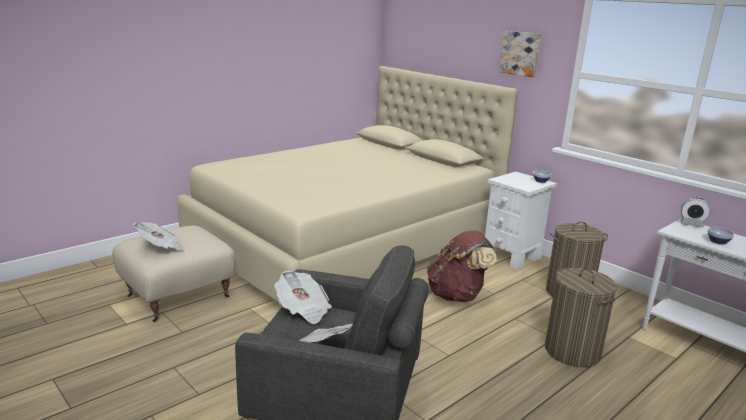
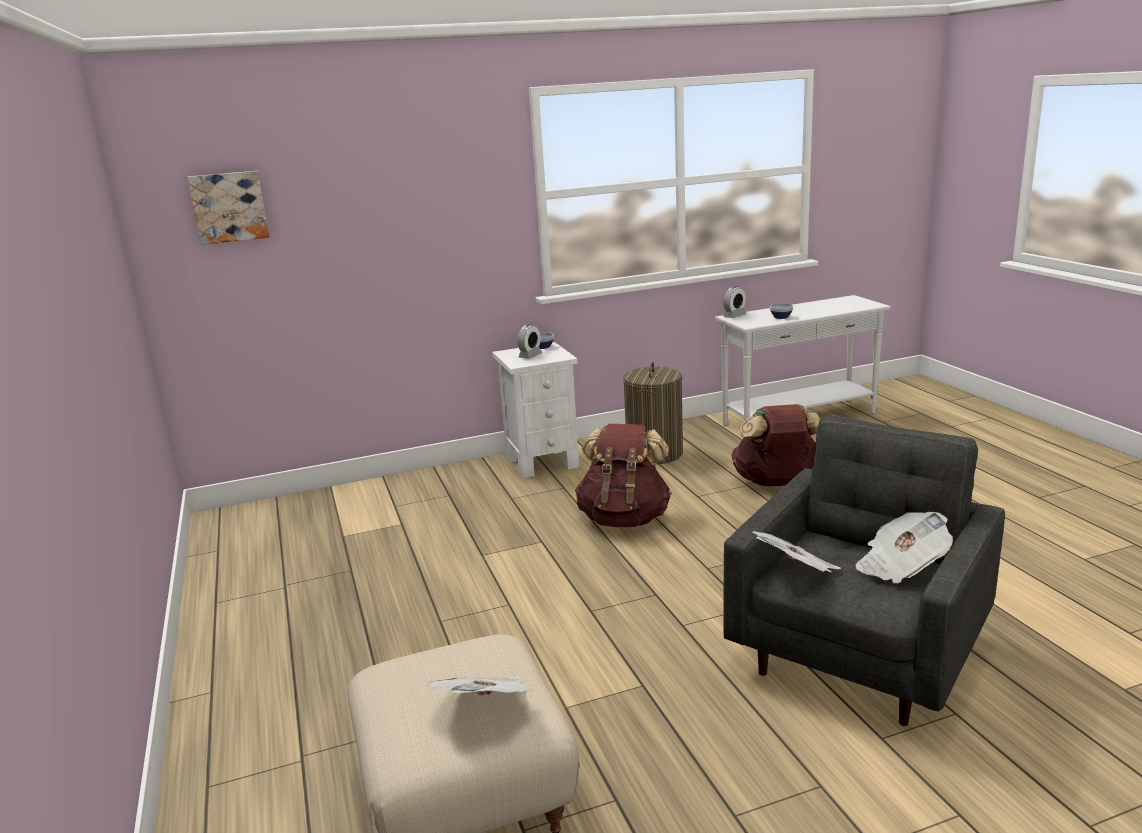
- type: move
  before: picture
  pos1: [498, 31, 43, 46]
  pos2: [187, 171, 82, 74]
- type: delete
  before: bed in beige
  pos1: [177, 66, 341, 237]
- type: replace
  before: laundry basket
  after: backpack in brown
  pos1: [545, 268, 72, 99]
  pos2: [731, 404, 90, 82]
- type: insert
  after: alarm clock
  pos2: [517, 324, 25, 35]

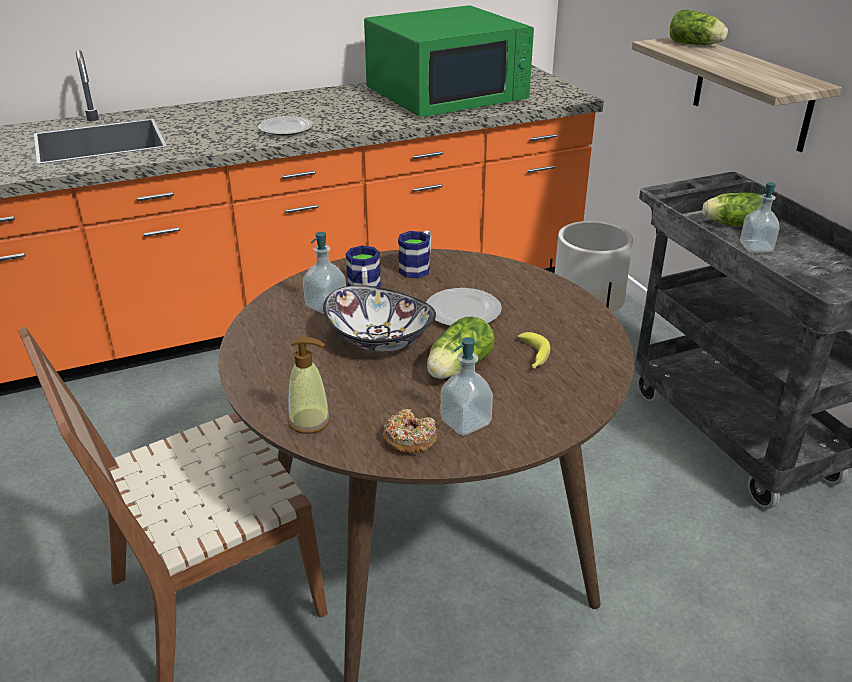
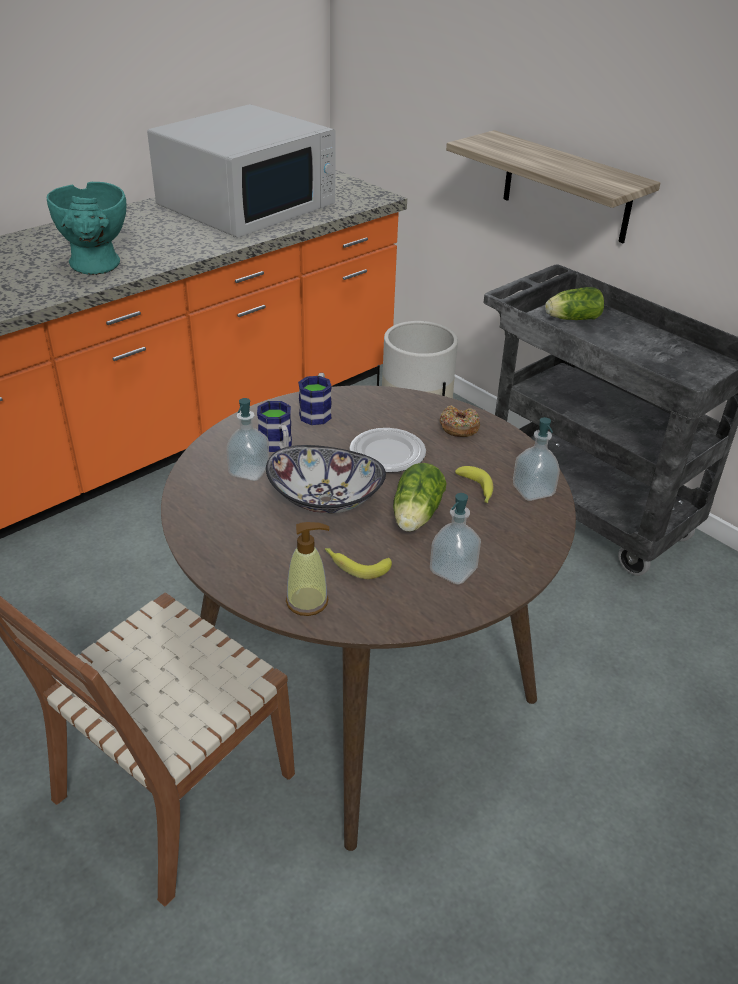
- type: recolor
  before: microwave in green
  after: microwave in white
  pos1: [364, 5, 170, 112]
  pos2: [147, 104, 188, 134]
- type: delete
  before: lettuce
  pos1: [670, 10, 58, 35]
- type: replace
  before: plate
  after: vase in turquoise
  pos1: [258, 116, 55, 20]
  pos2: [47, 182, 79, 93]
- type: move
  before: soap dispenser
  pos1: [740, 182, 40, 70]
  pos2: [513, 417, 47, 84]
- type: move
  before: donut
  pos1: [383, 409, 54, 46]
  pos2: [440, 405, 40, 32]
- type: insert
  after: banana
  pos2: [325, 548, 67, 31]

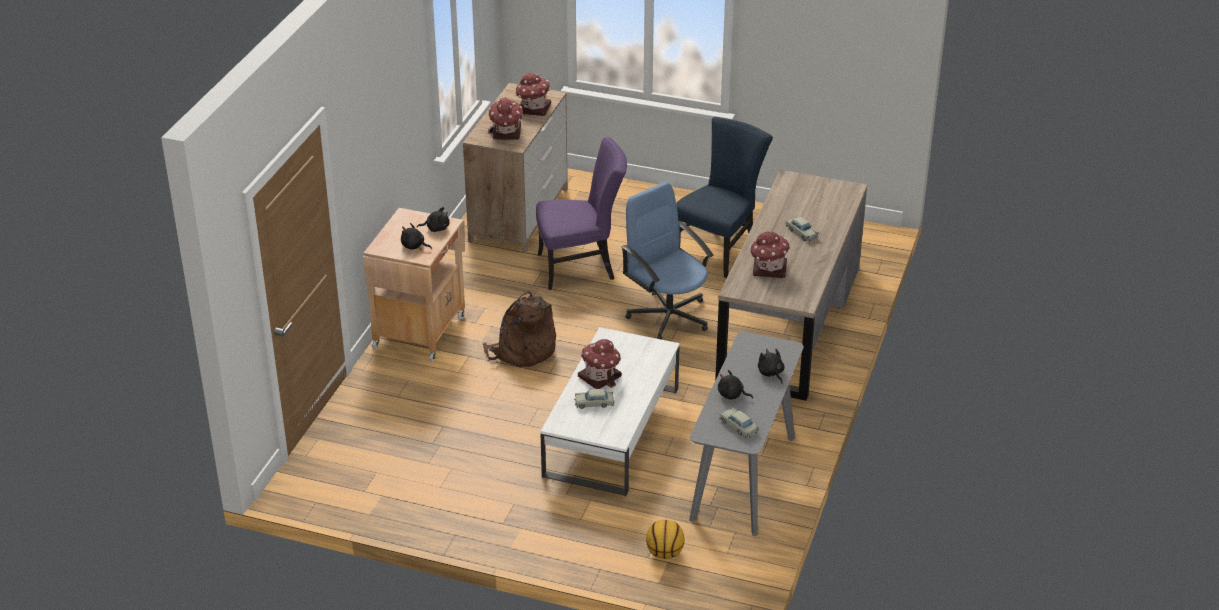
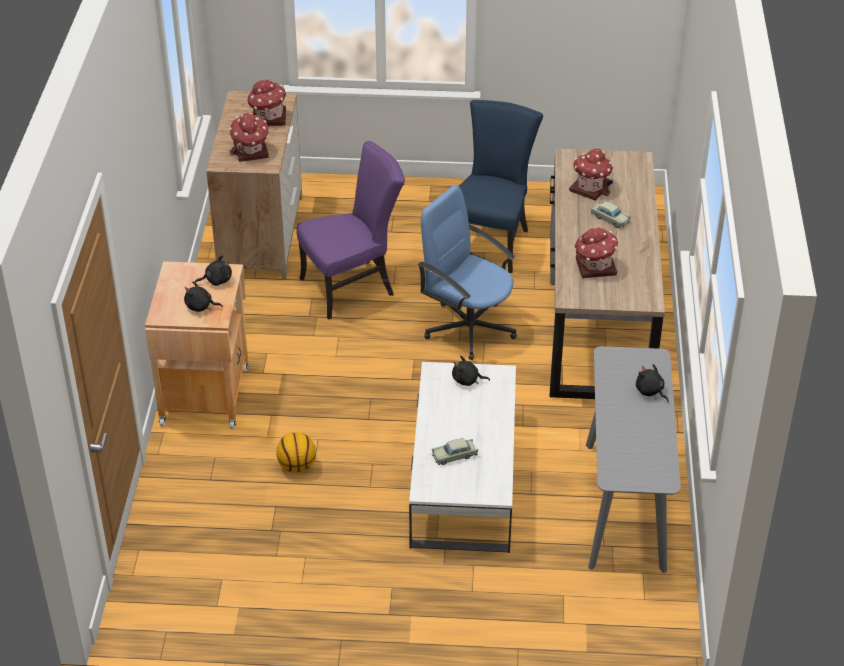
- type: delete
  before: backpack in brown
  pos1: [483, 291, 73, 76]
- type: move
  before: toy house
  pos1: [578, 339, 44, 50]
  pos2: [569, 148, 44, 52]
- type: move
  before: plush toy in black
  pos1: [718, 370, 35, 30]
  pos2: [452, 356, 38, 30]
- type: delete
  before: toy car in beige
  pos1: [719, 407, 40, 31]
- type: move
  before: basketball
  pos1: [646, 520, 39, 39]
  pos2: [276, 432, 40, 41]

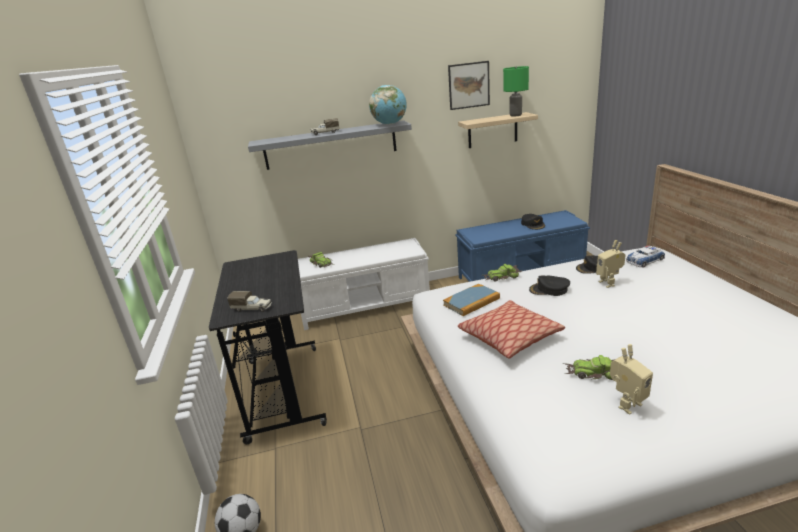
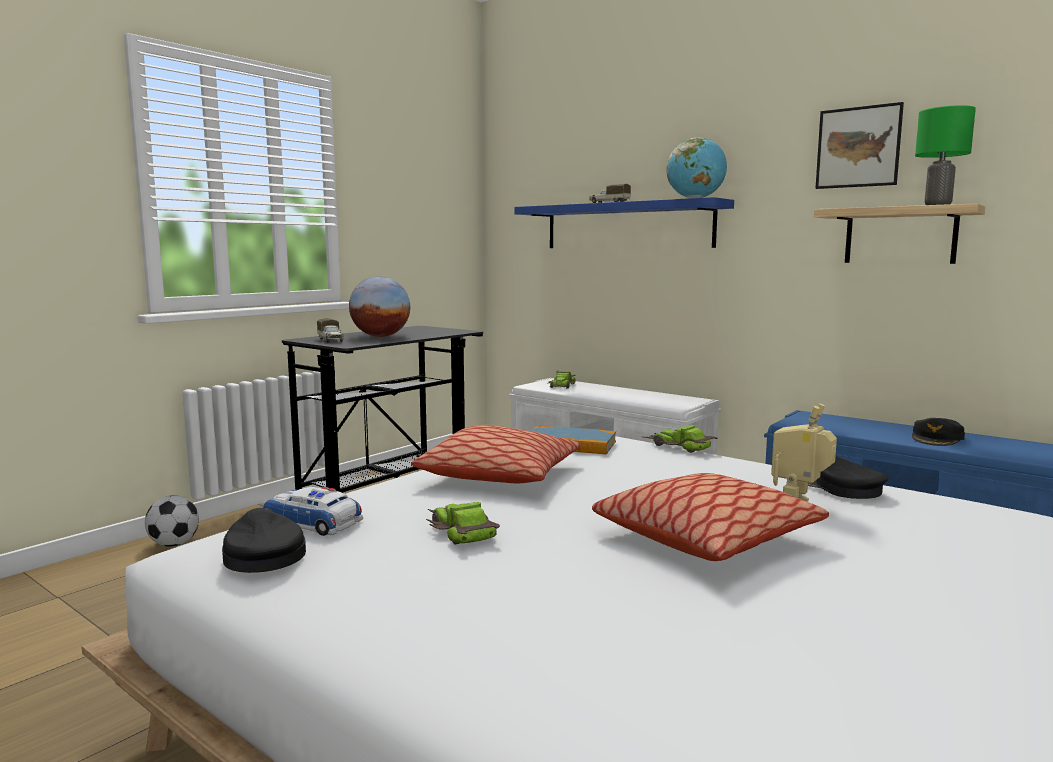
- type: recolor
  before: shelf in grey
  after: shelf in blue
  pos1: [248, 120, 164, 50]
  pos2: [515, 197, 219, 51]
- type: move
  before: toy car
  pos1: [626, 245, 39, 22]
  pos2: [262, 487, 101, 49]
- type: move
  before: cap in black
  pos1: [529, 276, 41, 20]
  pos2: [222, 508, 84, 65]
- type: delete
  before: toy robot
  pos1: [610, 344, 43, 70]
- type: insert
  after: globe
  pos2: [349, 276, 61, 61]
- type: insert
  after: pillow
  pos2: [592, 473, 237, 88]

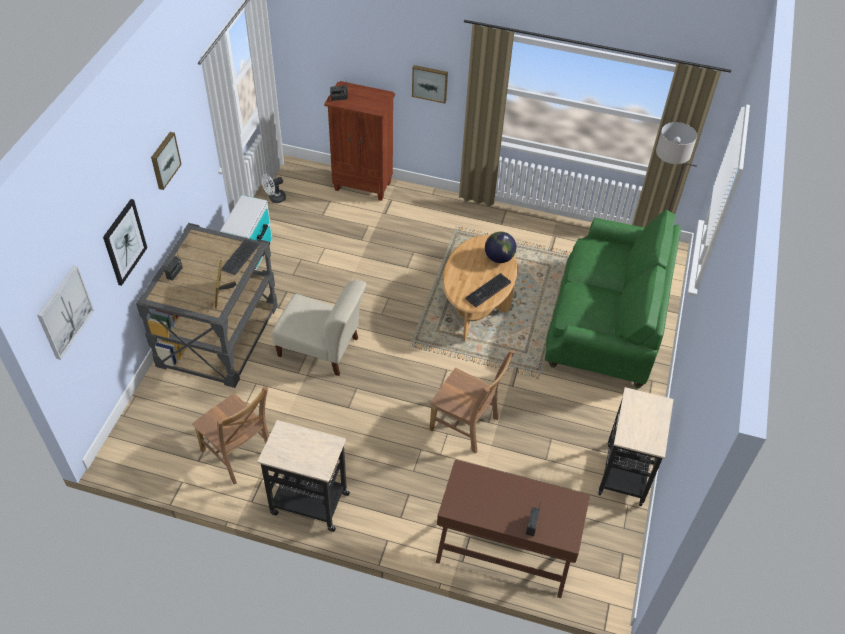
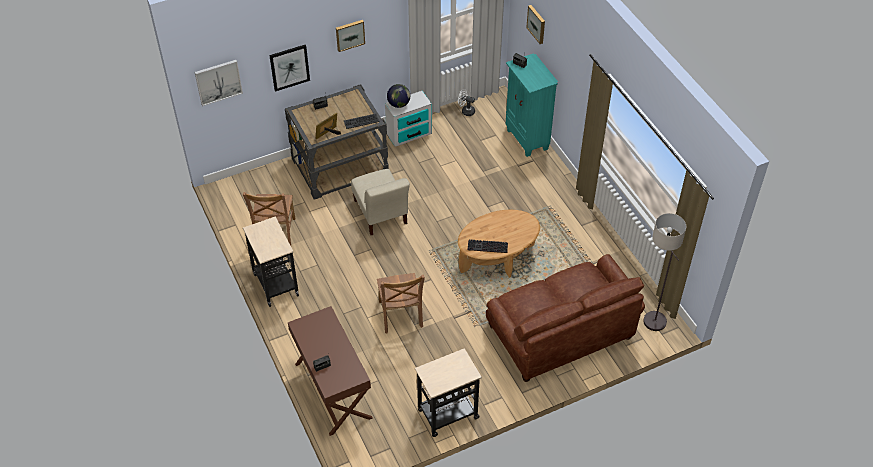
- type: move
  before: picture
  pos1: [412, 65, 36, 39]
  pos2: [526, 5, 19, 39]
- type: recolor
  before: cabinet in brown
  after: cabinet in turquoise
  pos1: [324, 81, 71, 120]
  pos2: [506, 53, 52, 104]
- type: recolor
  before: sofa in green
  after: sofa in brown
  pos1: [545, 210, 136, 179]
  pos2: [486, 254, 159, 128]
- type: move
  before: globe
  pos1: [485, 232, 31, 31]
  pos2: [387, 84, 23, 24]

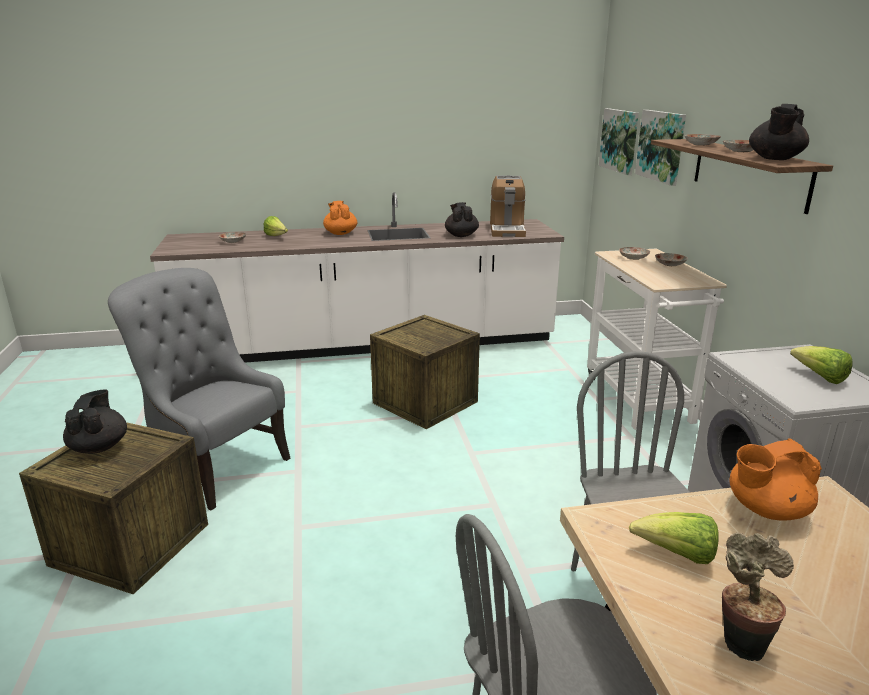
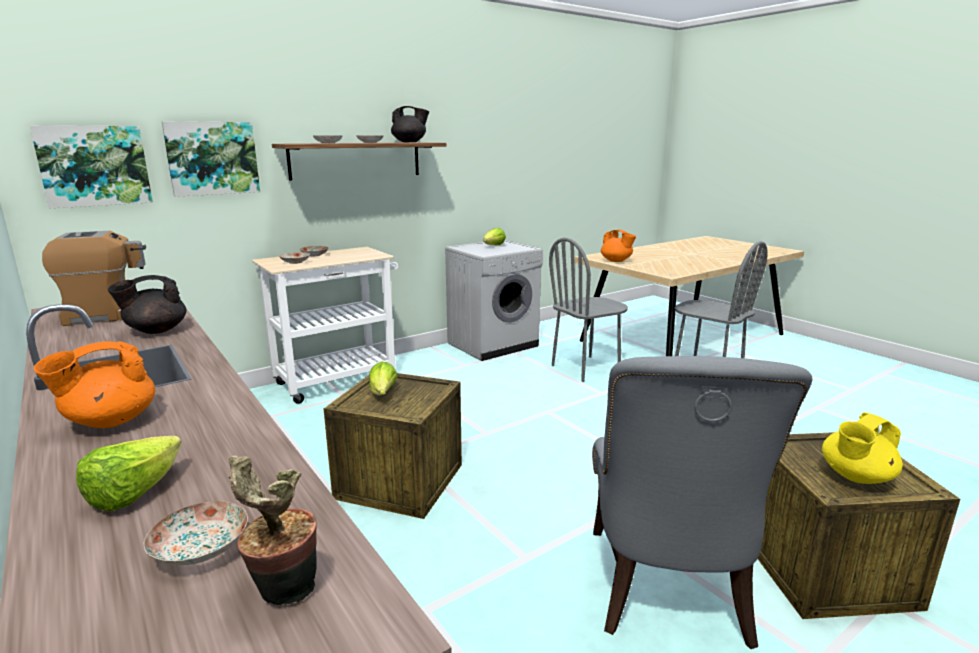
- type: recolor
  before: teapot in black
  after: teapot in yellow
  pos1: [63, 389, 64, 65]
  pos2: [822, 412, 81, 72]
- type: move
  before: lettuce
  pos1: [629, 512, 90, 52]
  pos2: [369, 362, 29, 33]
- type: move
  before: potted plant
  pos1: [722, 533, 72, 128]
  pos2: [229, 455, 88, 150]

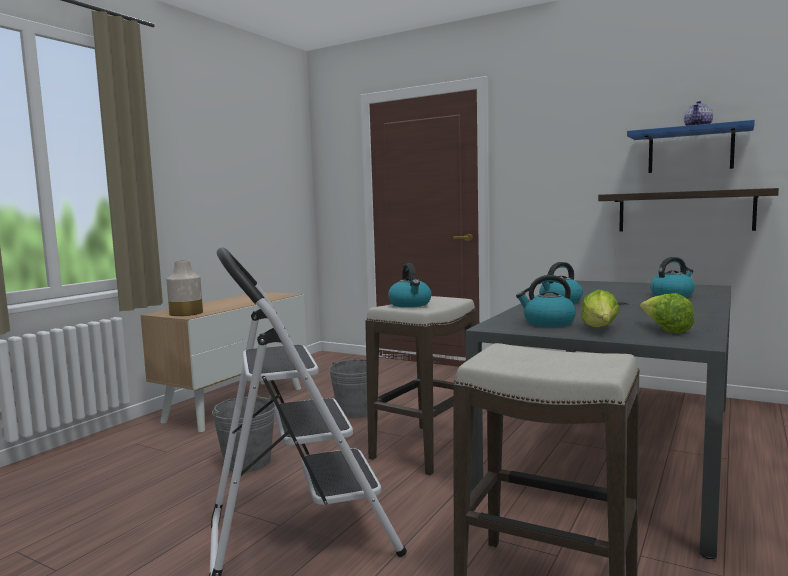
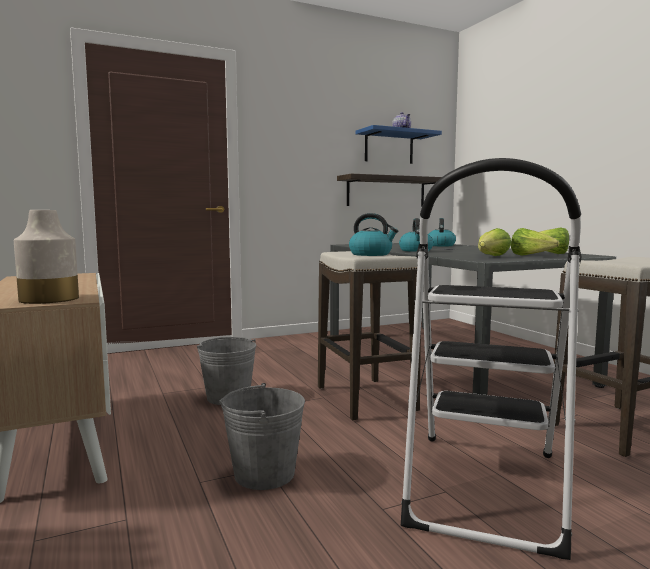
- type: replace
  before: kettle
  after: lettuce
  pos1: [516, 275, 60, 52]
  pos2: [478, 228, 33, 28]

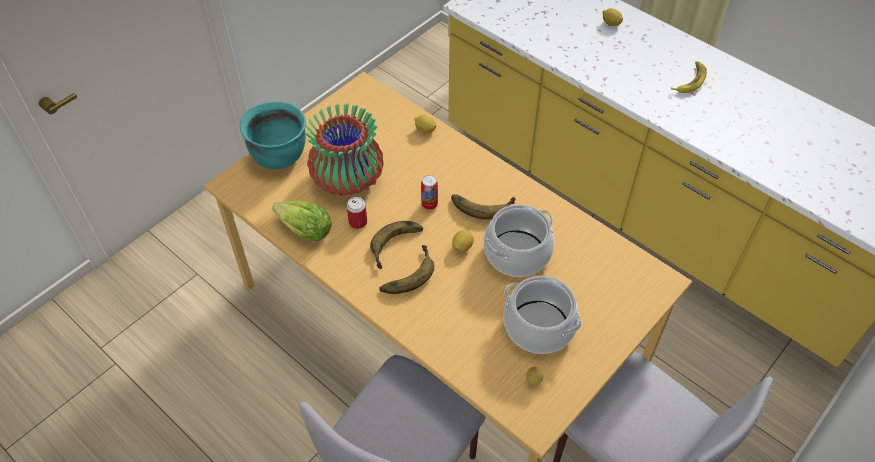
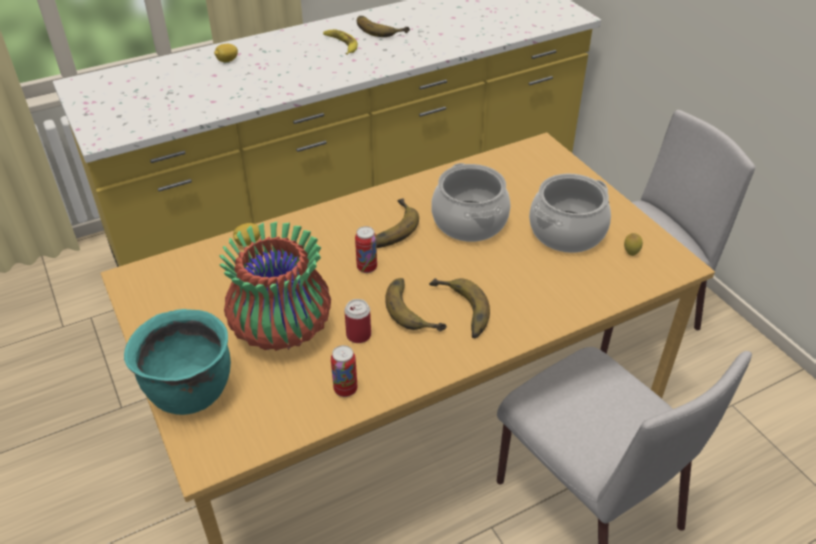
- type: replace
  before: lettuce
  after: can
  pos1: [272, 200, 60, 41]
  pos2: [331, 345, 26, 52]
- type: delete
  before: lemon
  pos1: [452, 230, 22, 23]
- type: insert
  after: banana
  pos2: [357, 16, 53, 21]

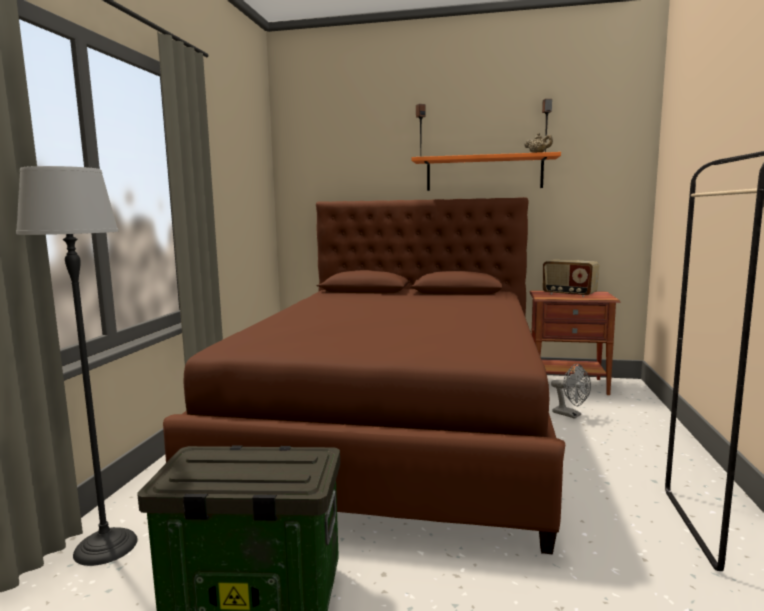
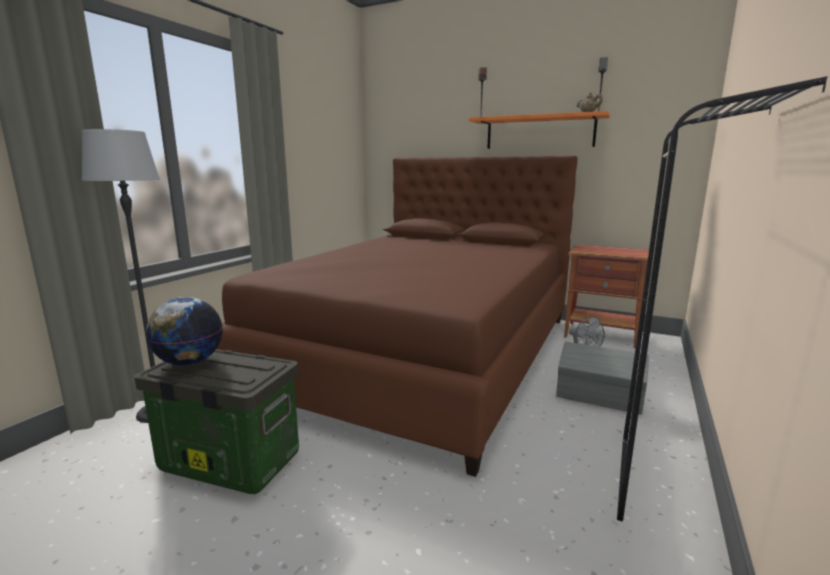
- type: delete
  before: radio
  pos1: [543, 260, 56, 37]
- type: insert
  after: globe
  pos2: [146, 297, 77, 69]
- type: insert
  after: storage box in grey
  pos2: [556, 342, 93, 73]

